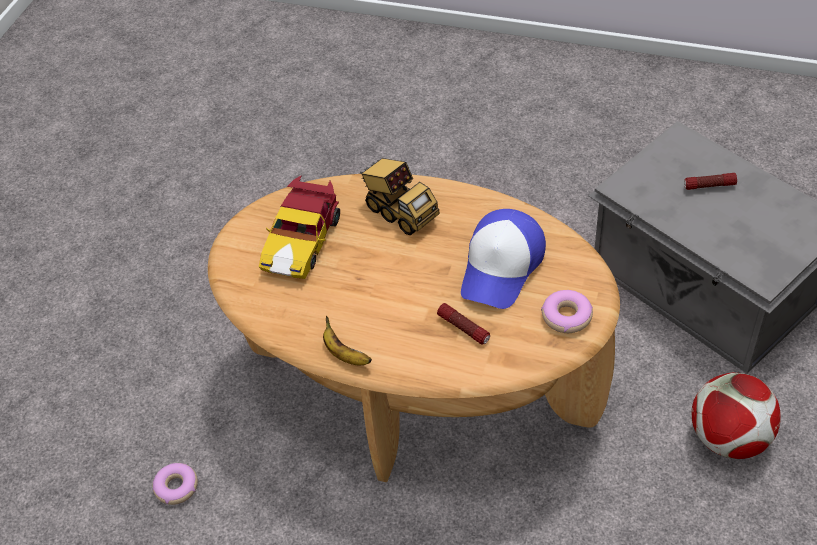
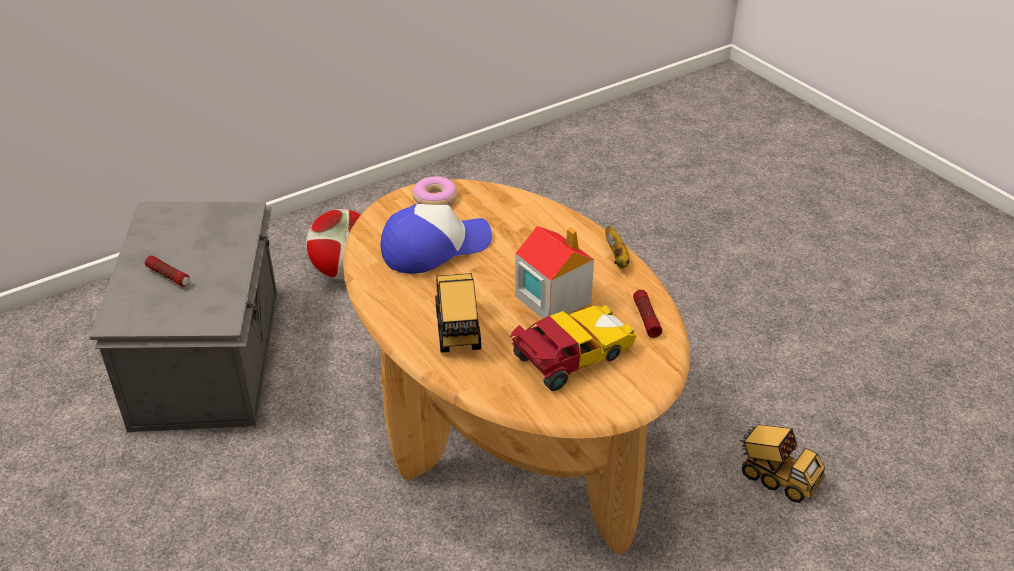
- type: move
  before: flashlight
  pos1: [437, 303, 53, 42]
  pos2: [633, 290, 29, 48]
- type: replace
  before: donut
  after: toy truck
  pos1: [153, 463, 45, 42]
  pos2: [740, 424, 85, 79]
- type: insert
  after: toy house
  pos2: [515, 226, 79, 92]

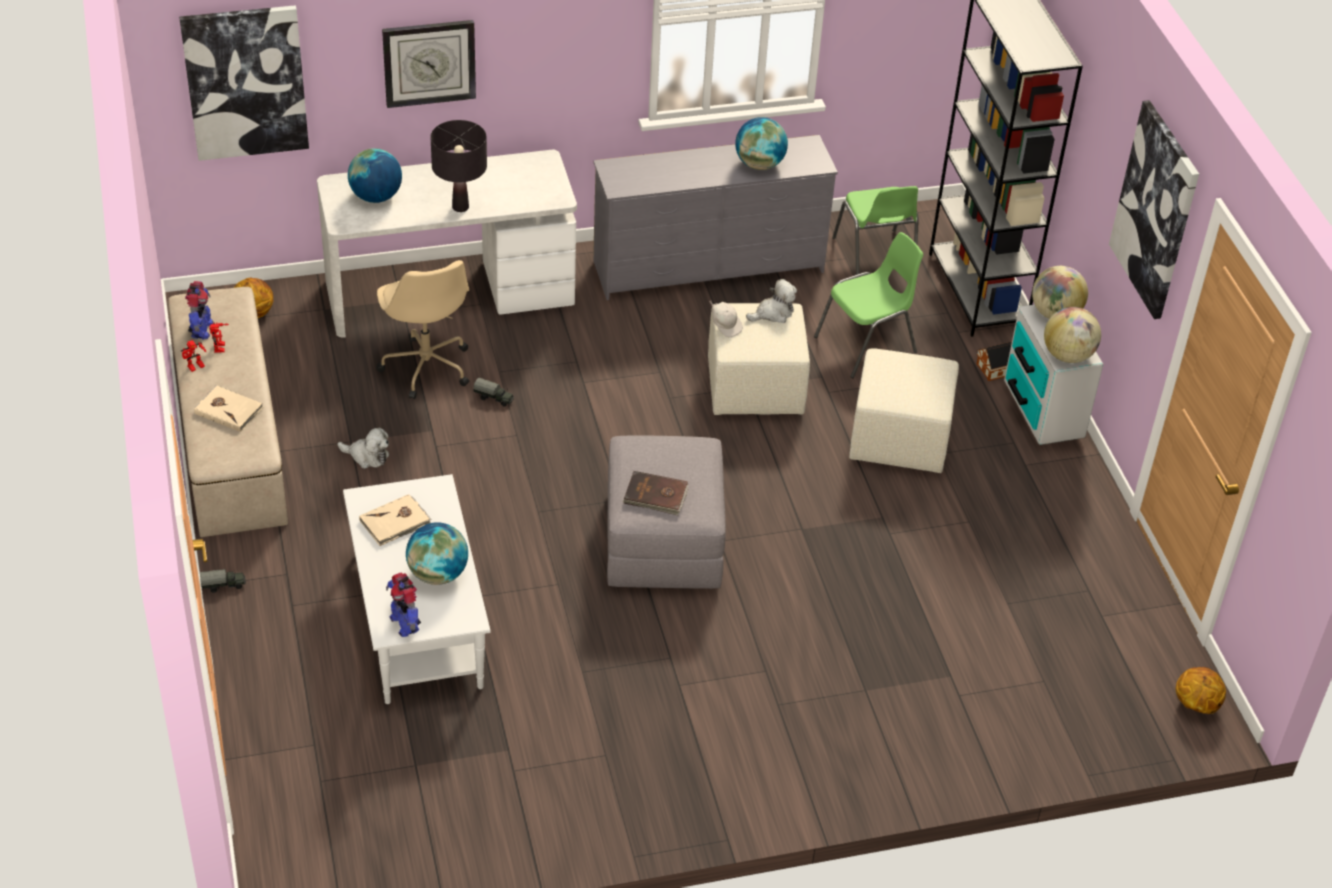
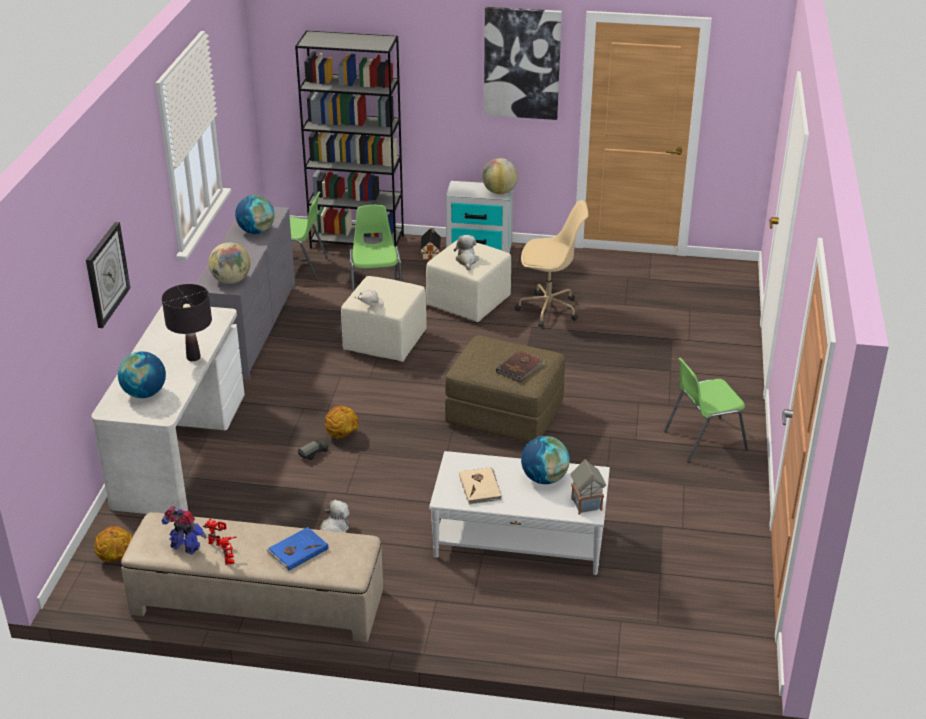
- type: delete
  before: picture
  pos1: [179, 5, 130, 156]
- type: move
  before: office chair in beige
  pos1: [376, 260, 93, 139]
  pos2: [515, 200, 74, 127]
- type: move
  before: globe
  pos1: [1032, 266, 56, 53]
  pos2: [209, 242, 41, 42]
- type: move
  before: plush toy
  pos1: [746, 279, 51, 44]
  pos2: [454, 235, 25, 35]
- type: recolor
  before: book in beige
  after: book in blue
  pos1: [194, 385, 69, 47]
  pos2: [267, 527, 62, 44]
- type: recolor
  before: ottoman in grey
  after: ottoman in brown
  pos1: [607, 435, 119, 154]
  pos2: [445, 335, 120, 108]
- type: delete
  before: toy truck
  pos1: [200, 569, 46, 24]
- type: replace
  before: toy robot
  after: toy house
  pos1: [386, 572, 35, 65]
  pos2: [570, 459, 36, 56]
- type: move
  before: basketball
  pos1: [1176, 667, 50, 47]
  pos2: [325, 406, 34, 33]
- type: insert
  after: chair in green
  pos2: [664, 358, 84, 104]

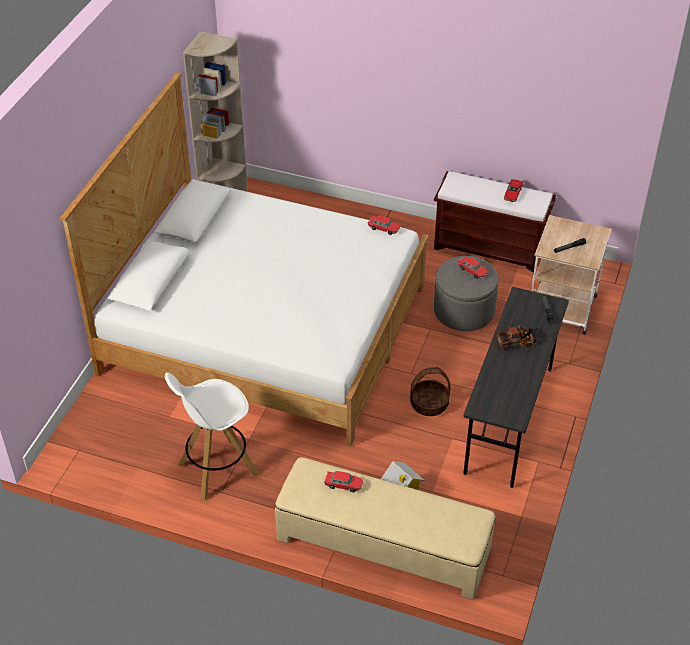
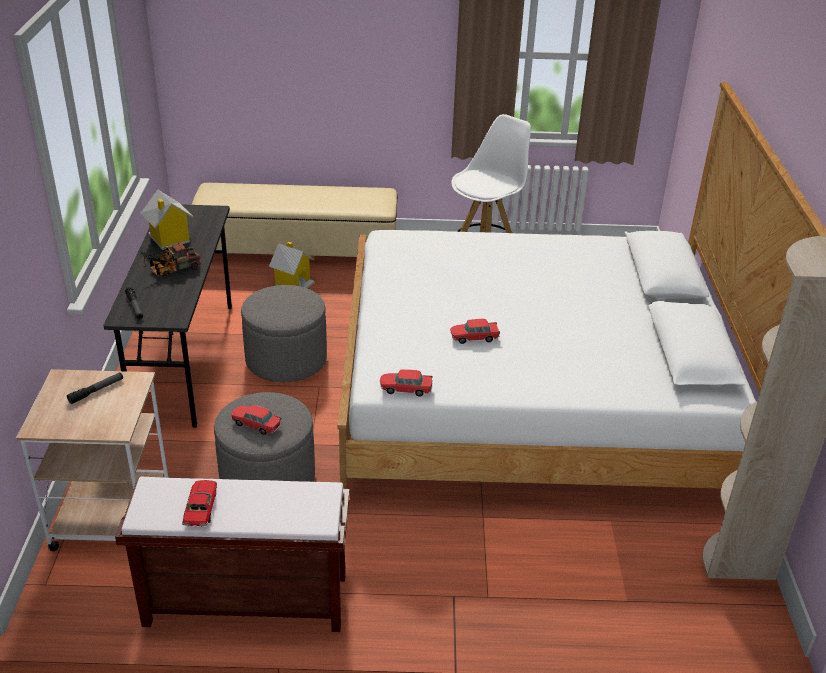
- type: replace
  before: basket
  after: ottoman in grey
  pos1: [410, 367, 41, 49]
  pos2: [241, 285, 86, 97]
- type: move
  before: toy car
  pos1: [324, 471, 39, 21]
  pos2: [450, 319, 50, 25]
- type: insert
  after: toy house
  pos2: [141, 189, 52, 61]

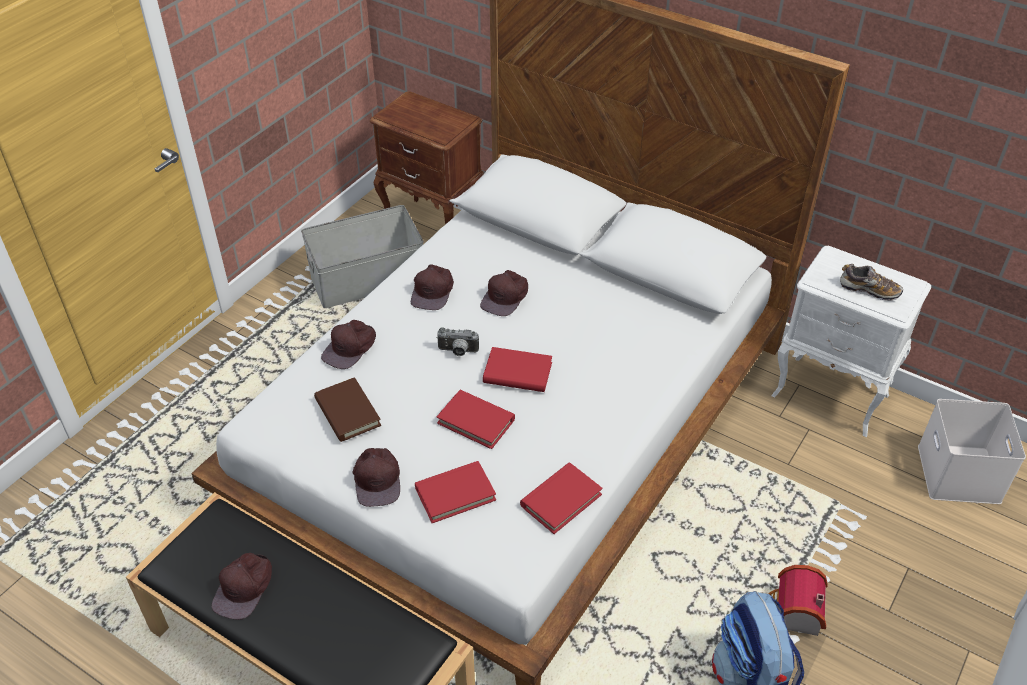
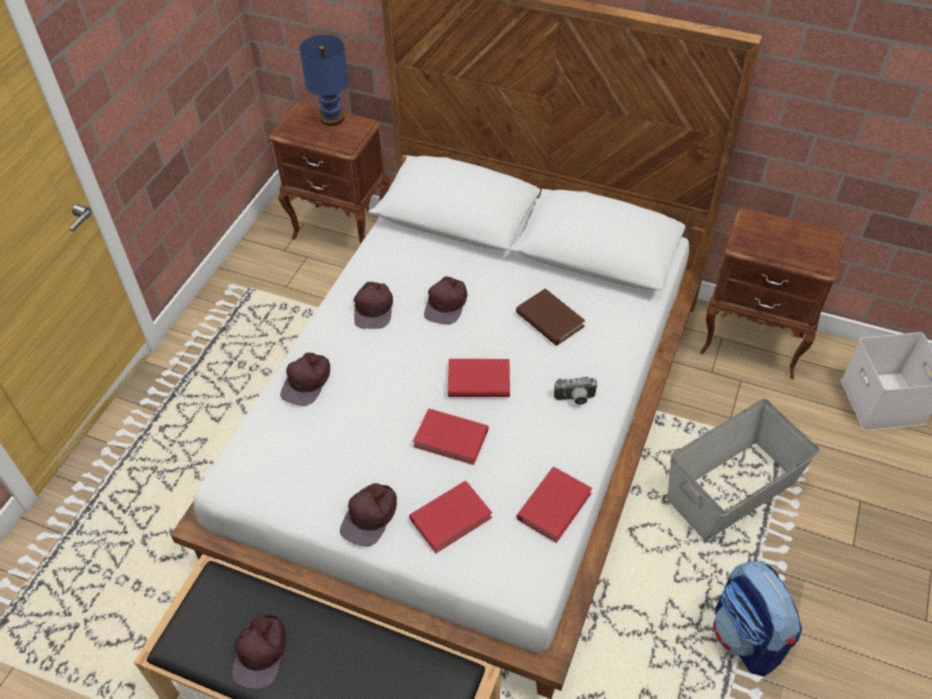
- type: move
  before: storage box in grey
  pos1: [301, 205, 123, 103]
  pos2: [667, 399, 153, 142]
- type: recolor
  before: nightstand in white
  after: nightstand in brown
  pos1: [771, 246, 160, 191]
  pos2: [699, 208, 147, 172]
- type: delete
  before: shoe
  pos1: [840, 264, 63, 37]
- type: move
  before: photo camera
  pos1: [437, 327, 42, 29]
  pos2: [554, 377, 44, 28]
- type: move
  before: book in brown
  pos1: [314, 377, 67, 65]
  pos2: [516, 289, 69, 57]
- type: rotate
  before: cap in brown
  pos1: [353, 448, 47, 59]
  pos2: [340, 483, 57, 64]
  turn: 45
- type: delete
  before: toy house
  pos1: [768, 565, 60, 71]
- type: insert
  after: table lamp in blue
  pos2: [299, 35, 50, 91]

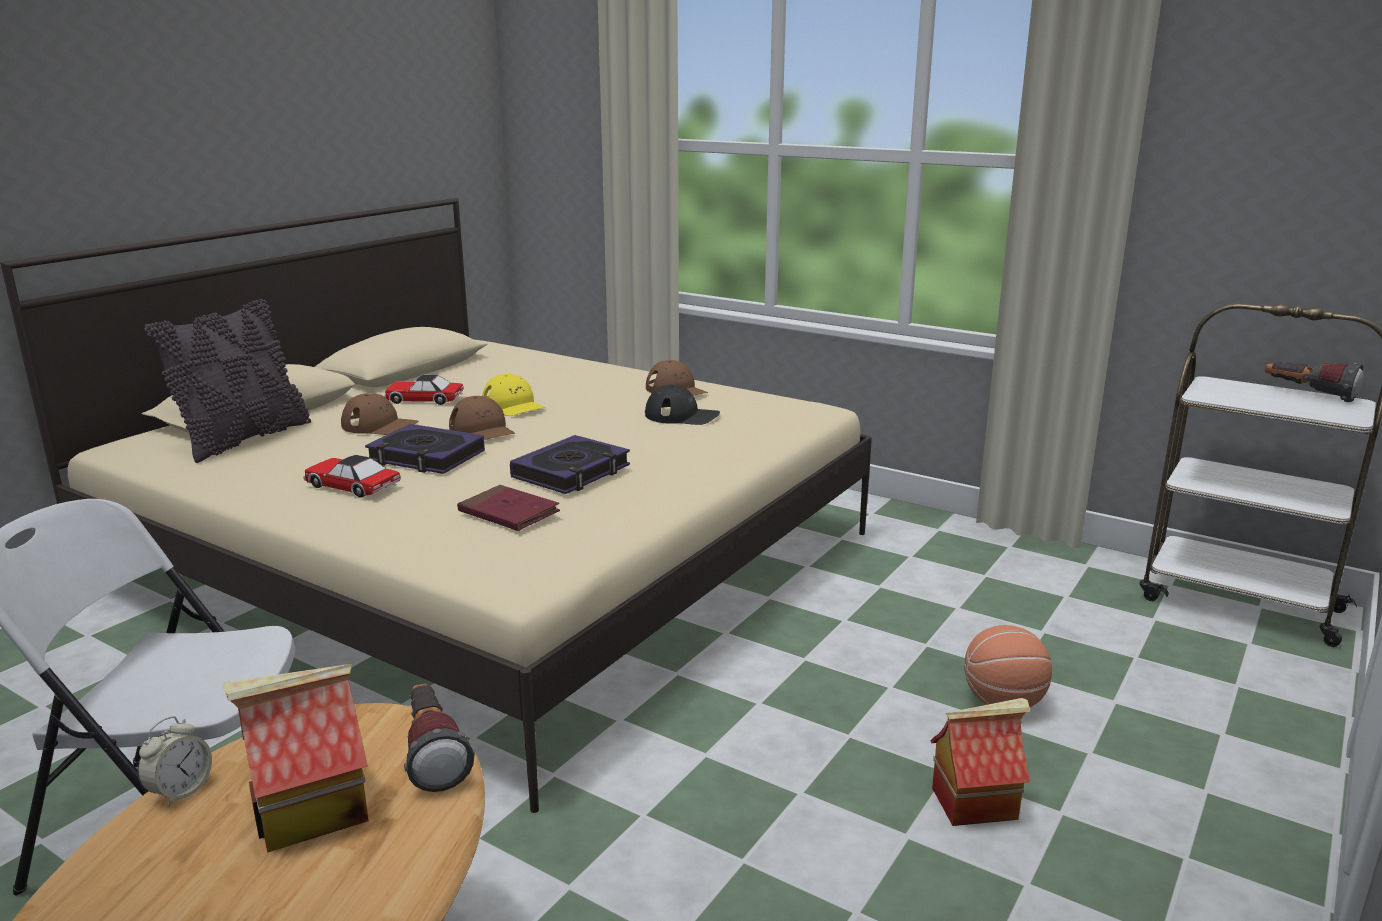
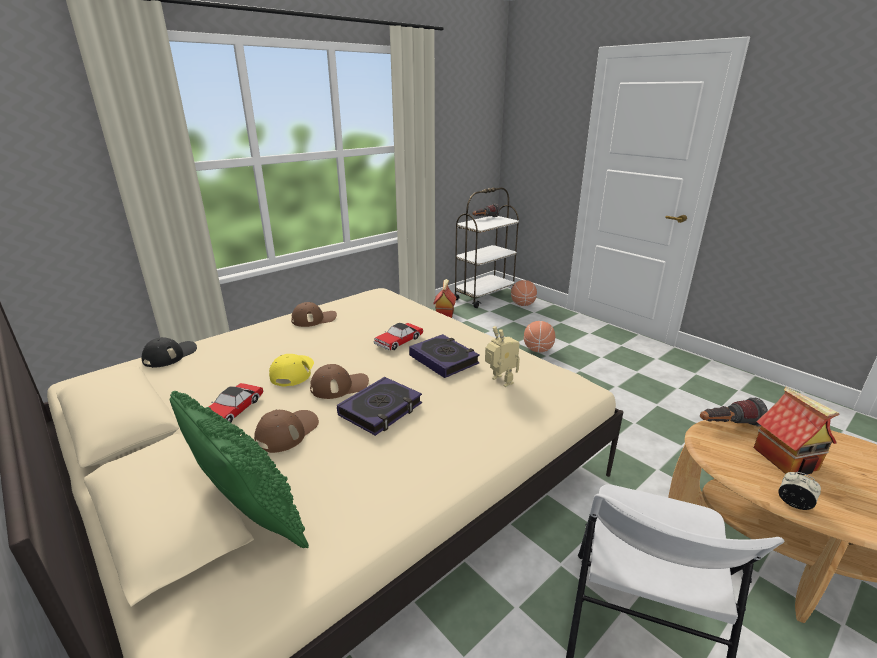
- type: recolor
  before: pillow in black
  after: pillow in green
  pos1: [144, 299, 167, 164]
  pos2: [170, 391, 139, 157]
- type: rotate
  before: cap in yellow
  pos1: [482, 374, 63, 42]
  pos2: [269, 354, 45, 32]
  turn: -60
- type: move
  before: cap in black
  pos1: [645, 385, 75, 40]
  pos2: [142, 337, 55, 31]
- type: move
  before: toy car
  pos1: [303, 455, 98, 43]
  pos2: [374, 323, 49, 27]
- type: replace
  before: book in red
  after: toy robot
  pos1: [457, 485, 103, 46]
  pos2: [485, 326, 35, 61]
- type: move
  before: toy house
  pos1: [930, 698, 100, 128]
  pos2: [433, 279, 24, 39]
- type: insert
  after: basketball
  pos2: [511, 280, 26, 26]

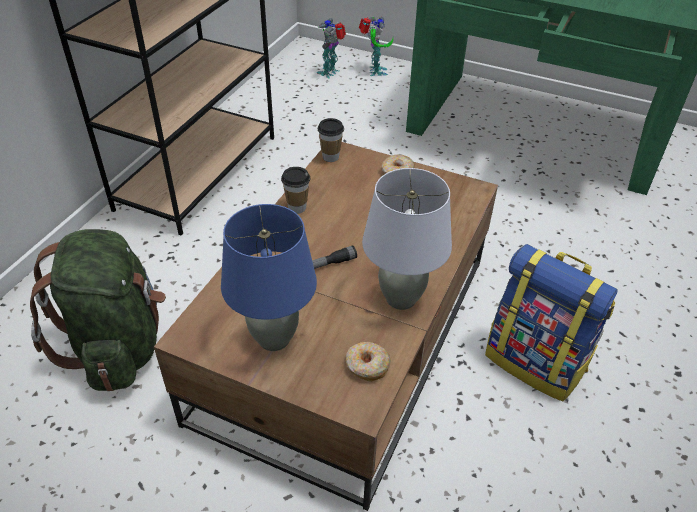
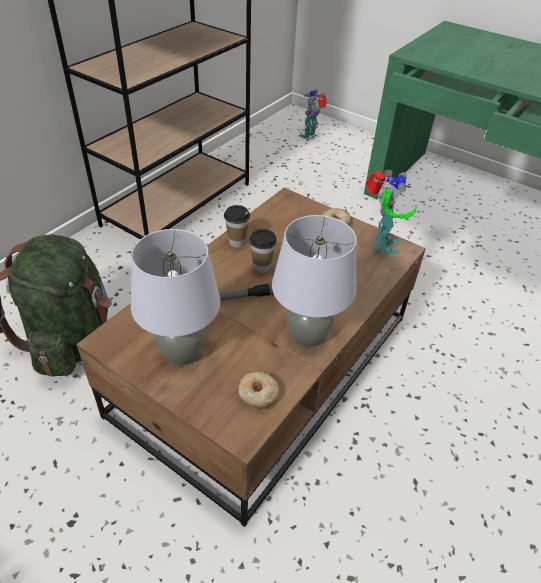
- type: move
  before: toy robot
  pos1: [359, 17, 34, 59]
  pos2: [366, 169, 51, 86]
- type: move
  before: cup
  pos1: [318, 118, 26, 44]
  pos2: [249, 229, 28, 44]
- type: recolor
  before: table lamp in blue
  after: table lamp in grey
  pos1: [221, 204, 96, 147]
  pos2: [131, 229, 89, 137]
- type: delete
  before: backpack
  pos1: [485, 244, 133, 158]

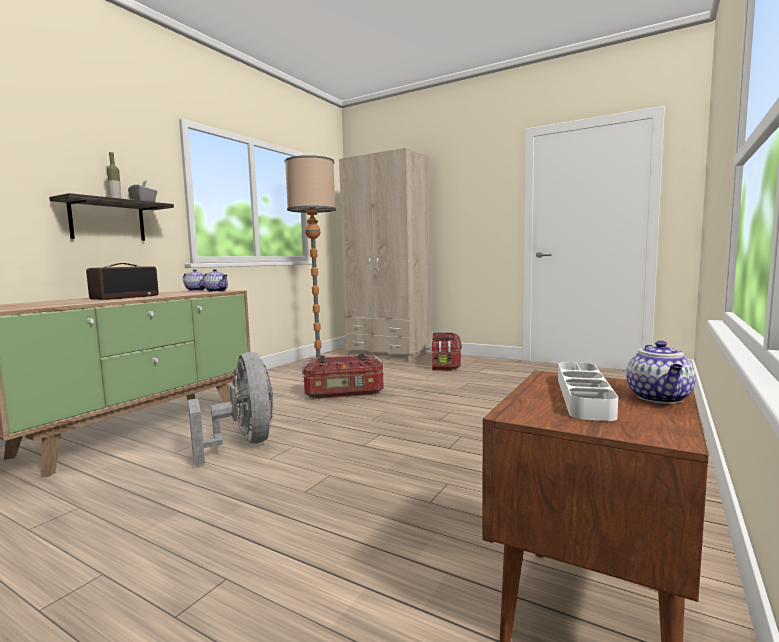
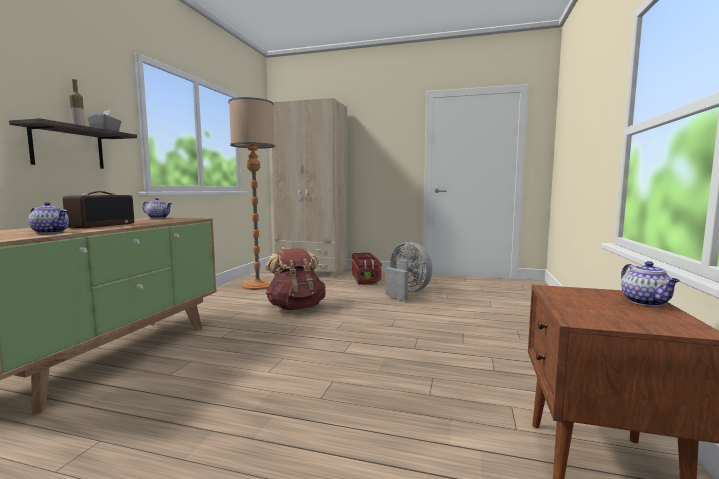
- type: move
  before: teapot
  pos1: [203, 269, 25, 23]
  pos2: [29, 202, 40, 32]
- type: move
  before: fan in grey
  pos1: [188, 352, 86, 113]
  pos2: [385, 242, 47, 58]
- type: replace
  before: storage box
  after: backpack in brown
  pos1: [302, 353, 82, 46]
  pos2: [265, 248, 61, 62]
- type: delete
  before: tray in white
  pos1: [558, 362, 60, 59]

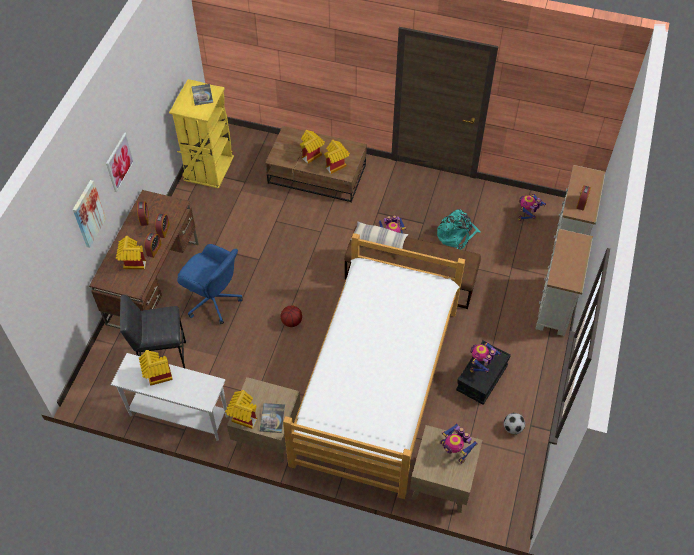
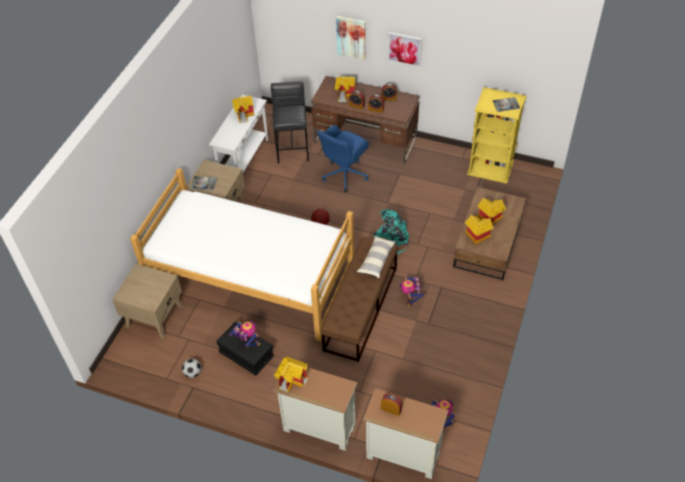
- type: move
  before: backpack in turquoise
  pos1: [437, 209, 44, 41]
  pos2: [373, 209, 36, 46]
- type: move
  before: toy house
  pos1: [225, 390, 32, 39]
  pos2: [274, 357, 34, 35]
- type: delete
  before: toy robot
  pos1: [440, 423, 38, 41]

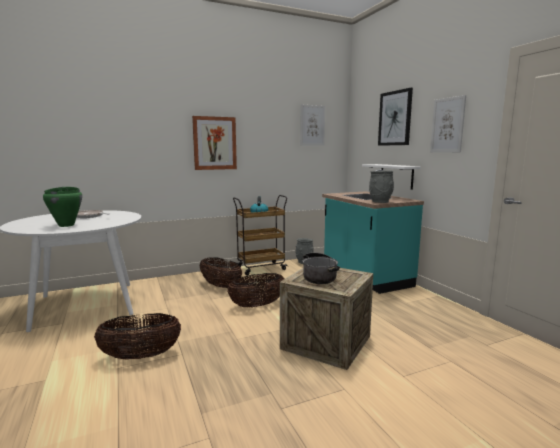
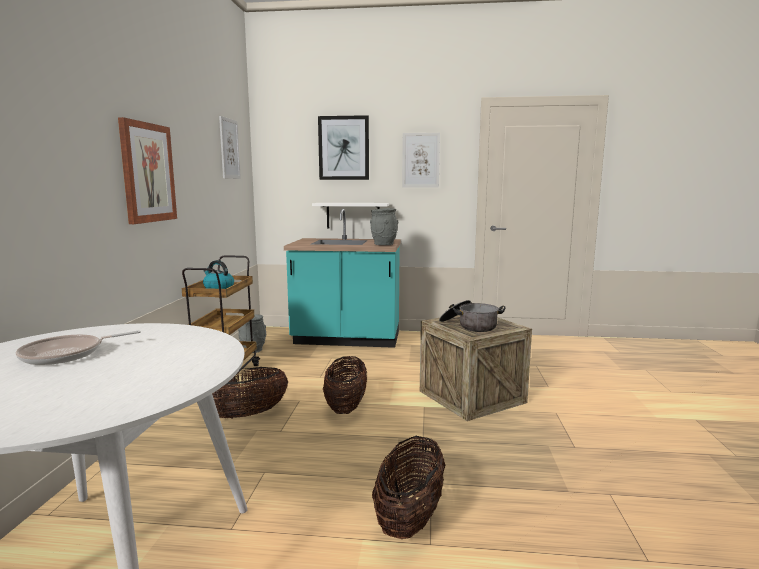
- type: delete
  before: cooking pot in green
  pos1: [43, 187, 39, 40]

